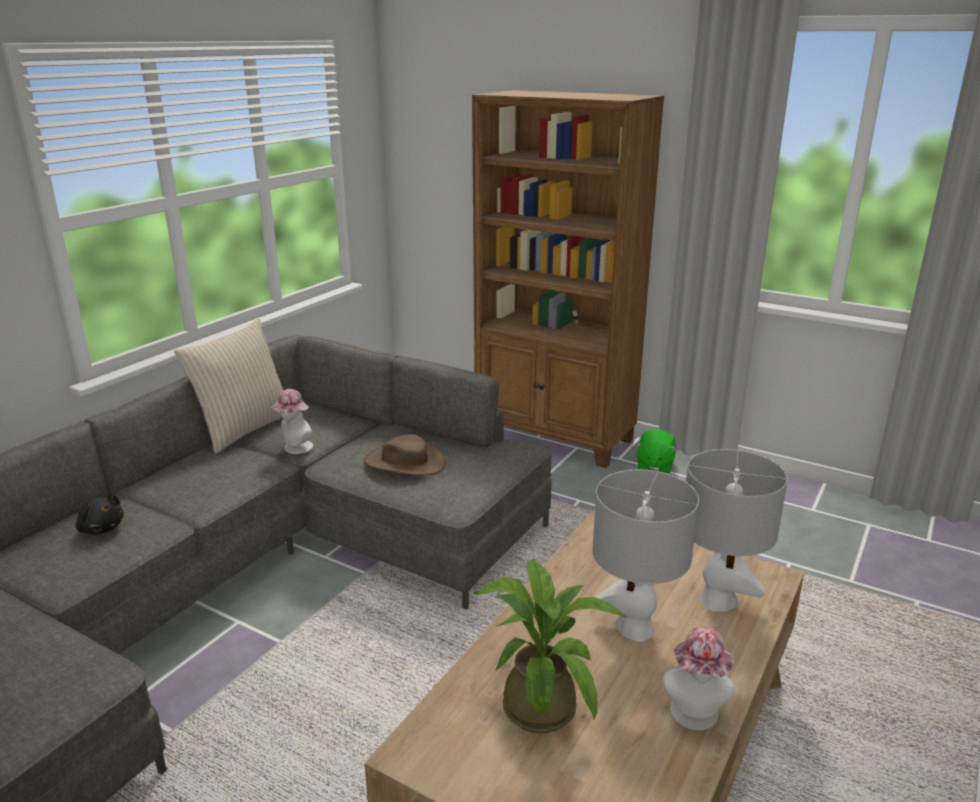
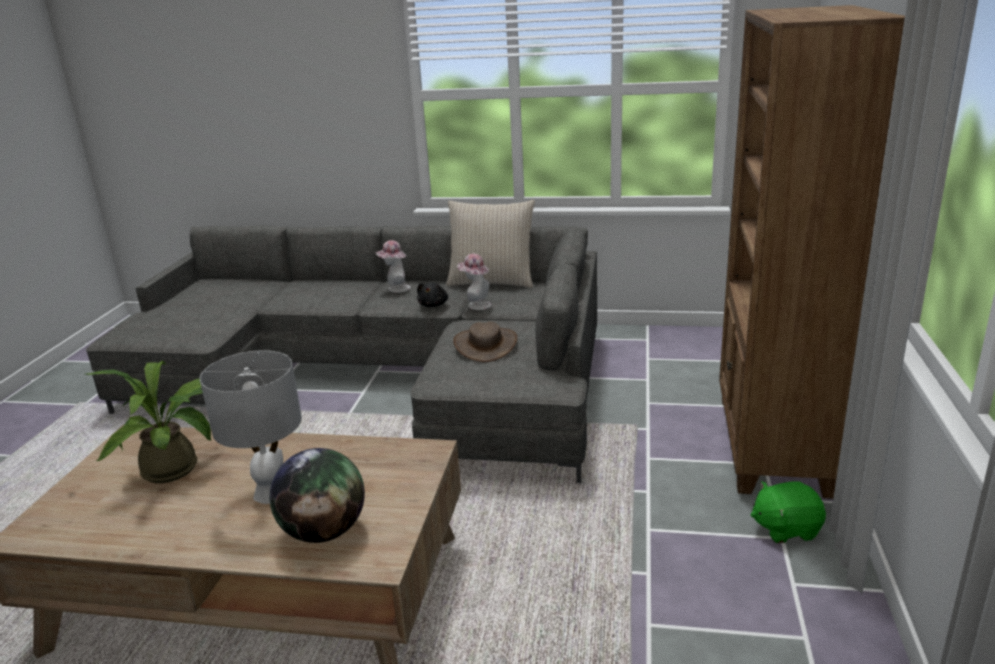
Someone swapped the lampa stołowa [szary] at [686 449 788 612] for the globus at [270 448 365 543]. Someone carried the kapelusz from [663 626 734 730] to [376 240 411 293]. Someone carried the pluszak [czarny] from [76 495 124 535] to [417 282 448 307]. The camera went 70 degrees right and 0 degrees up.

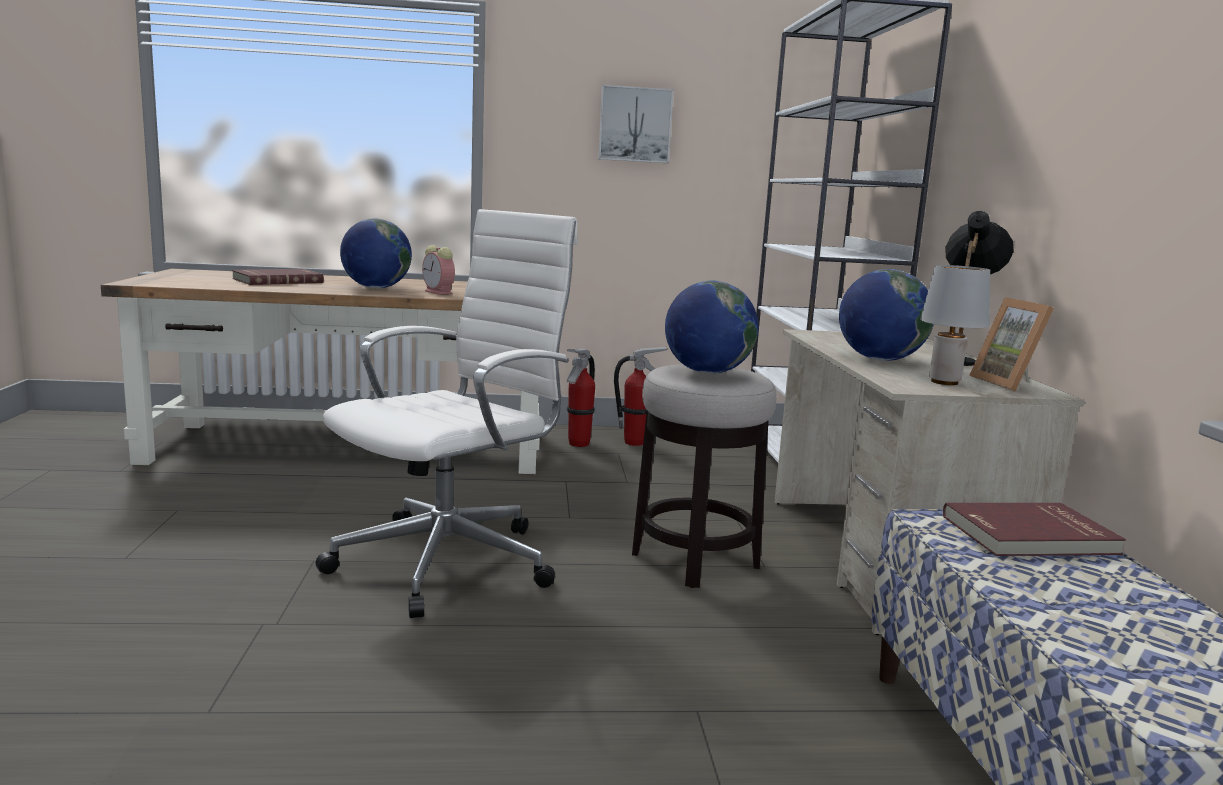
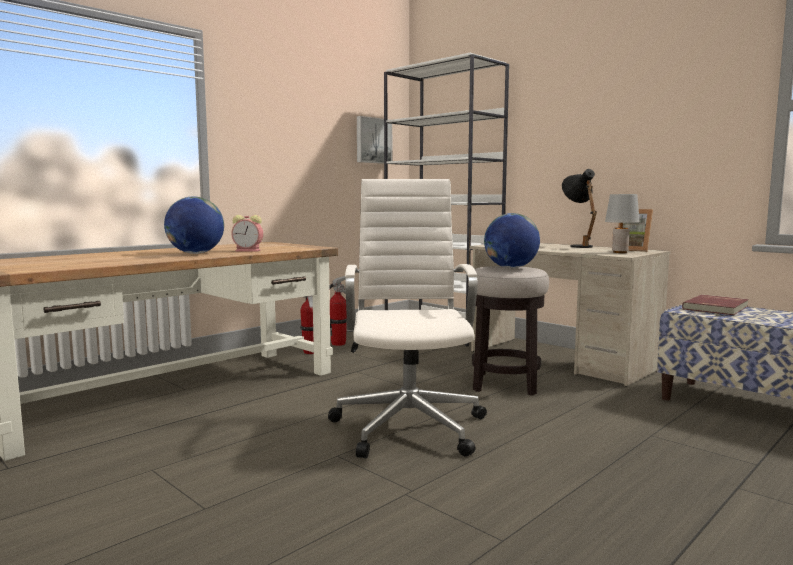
Someone carried the obraz from [598 85 674 163] to [357 116 392 164]. Someone took away the książka [czerwony] at [232 269 324 285]. Someone took away the globus at [839 269 934 361]. The camera went 40 degrees left and 5 degrees down.

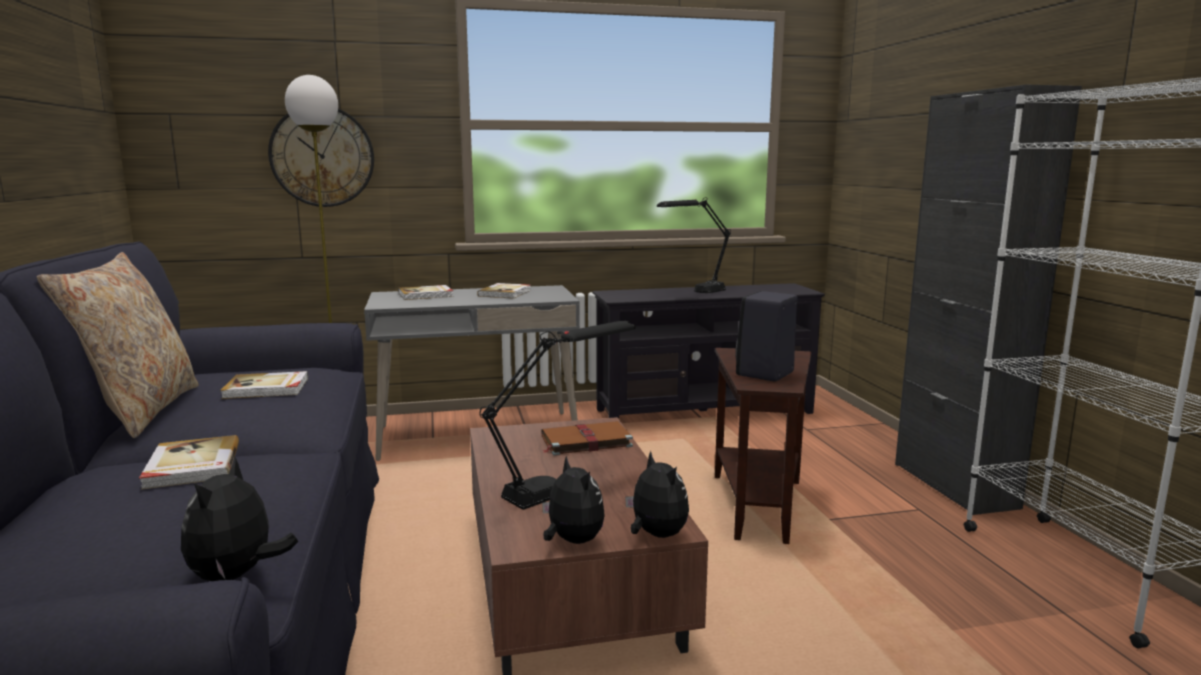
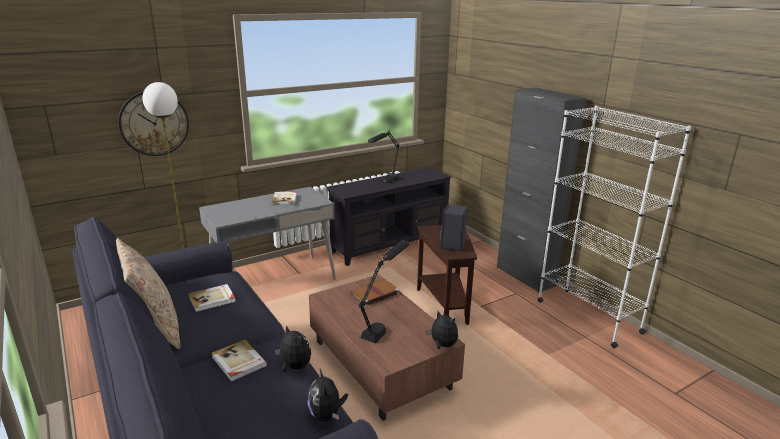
Someone carried the pluszak from [542 455 604 544] to [275 325 311 372]. Someone took away the książka at [398 285 454 300]. The camera went 20 degrees left and 10 degrees up.

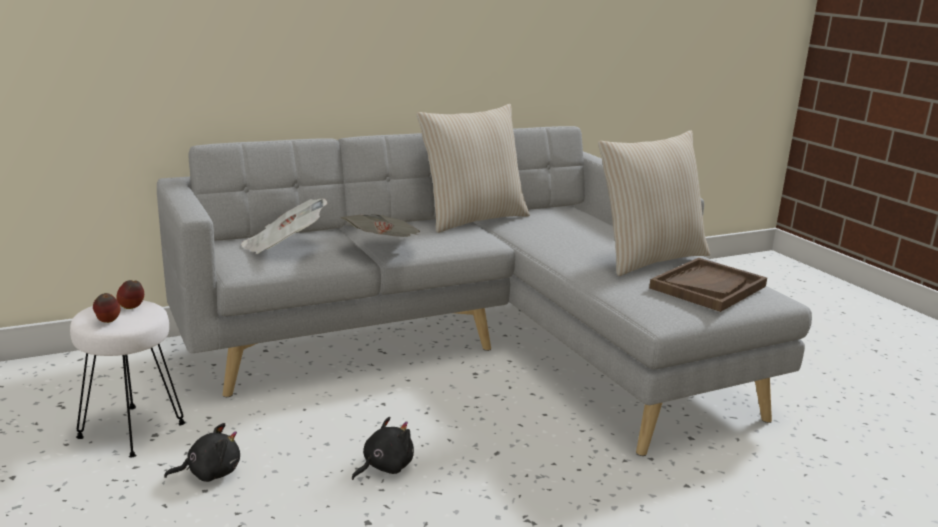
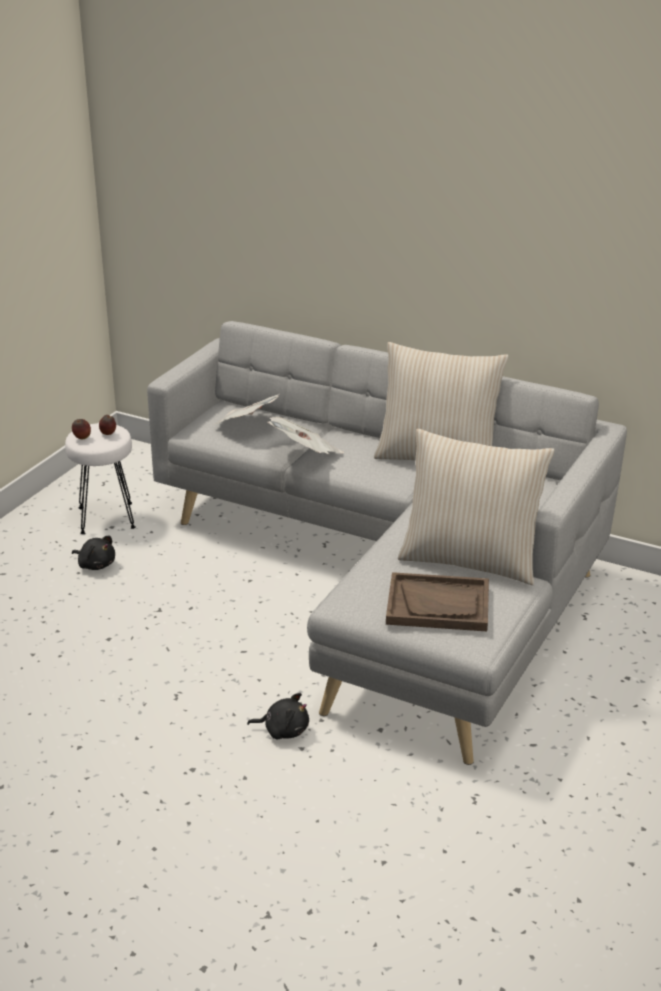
Someone carried the pluszak [czarny] from [352 417 414 480] to [247 693 309 740]. The camera went 55 degrees right and 10 degrees up.

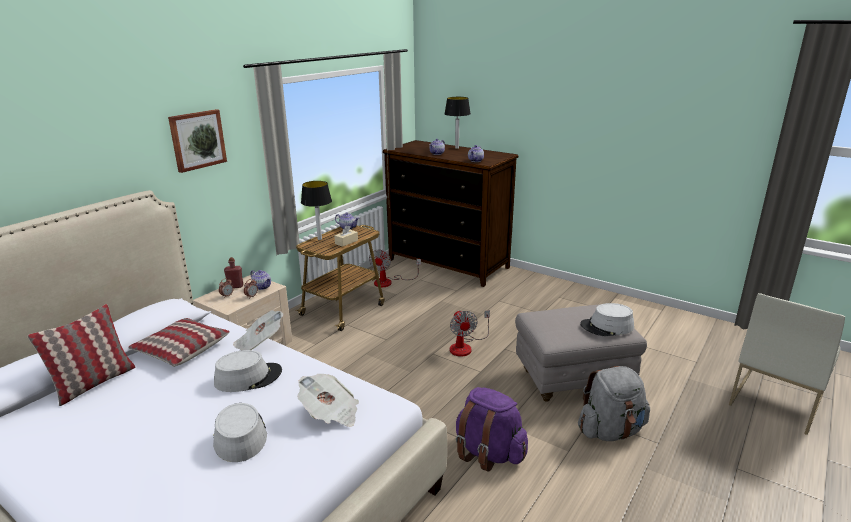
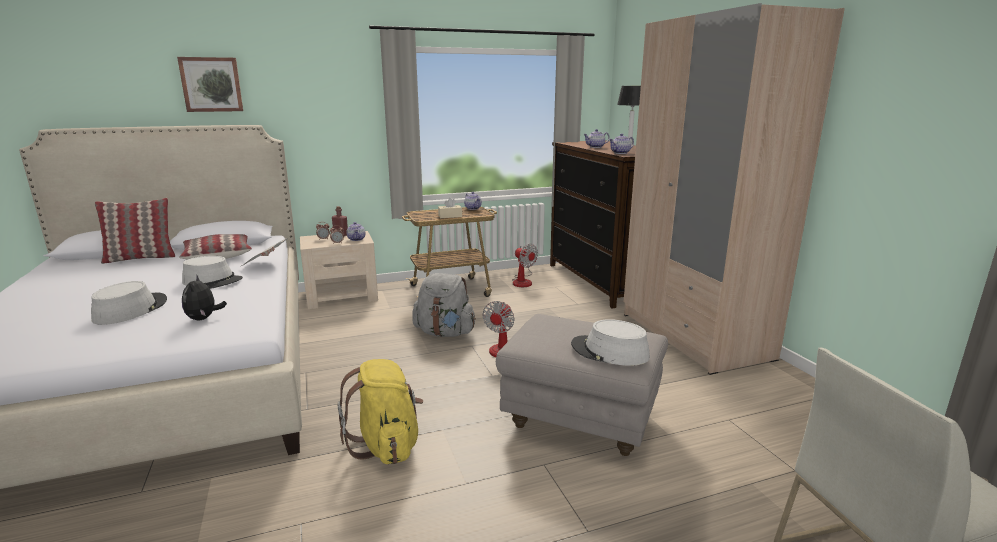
Someone carried the obraz from [168 109 227 173] to [177 57 243 112]. Someone swapped the gazeta at [297 374 359 427] for the pluszak at [182 274 227 320]. Someone repainted the plecak [fioletowy] at [456 387 528 472], which became the plecak [żółty] at [337 359 423 464]. Someone carried the plecak [szary] from [578 366 650 441] to [412 273 476 337]. Someone rotated the wentylator at [369 249 421 287] by 90 degrees counterclockwise. Someone put down the szafa [beżowy] at [624 3 845 375]. Someone took away the lampa stołowa at [301 181 332 240]. The camera went 35 degrees right and 5 degrees down.

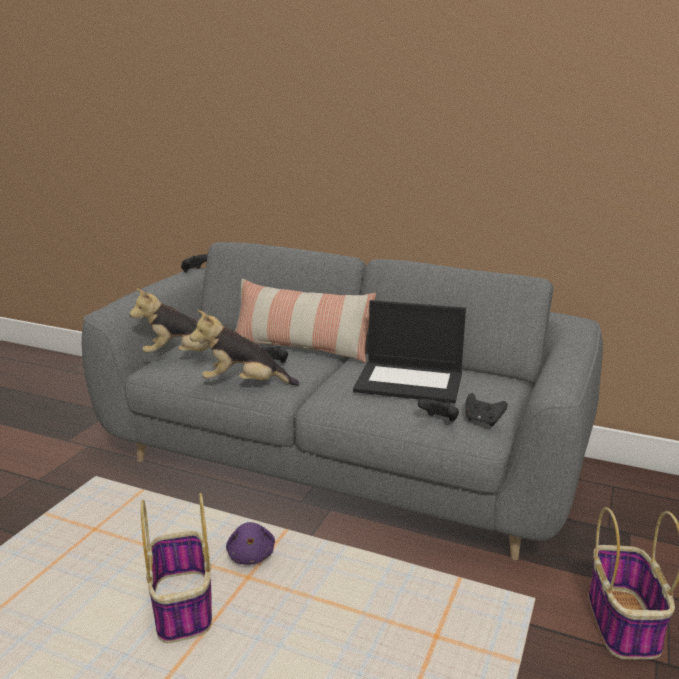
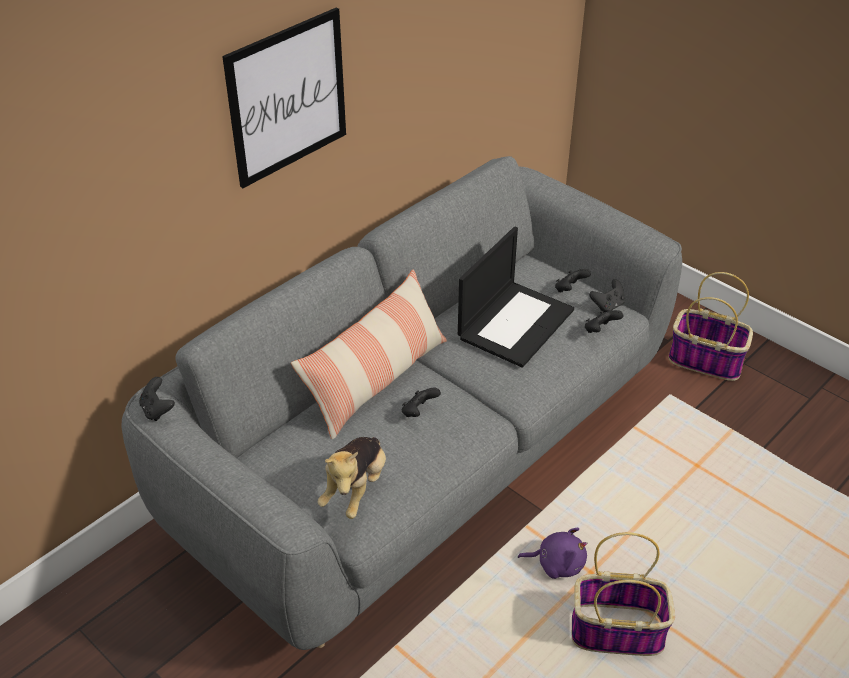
Someone put up the obraz at [222 7 346 188]. Someone put down the pad do gier [czarny] at [555 269 591 292]. Someone took away the pluszak at [190 310 300 386]. The camera went 70 degrees left and 20 degrees up.

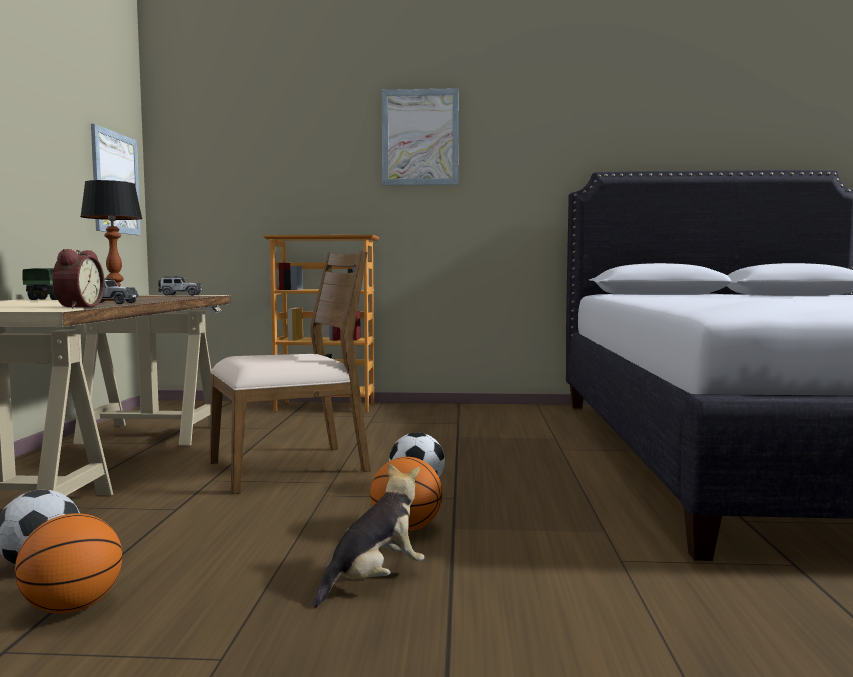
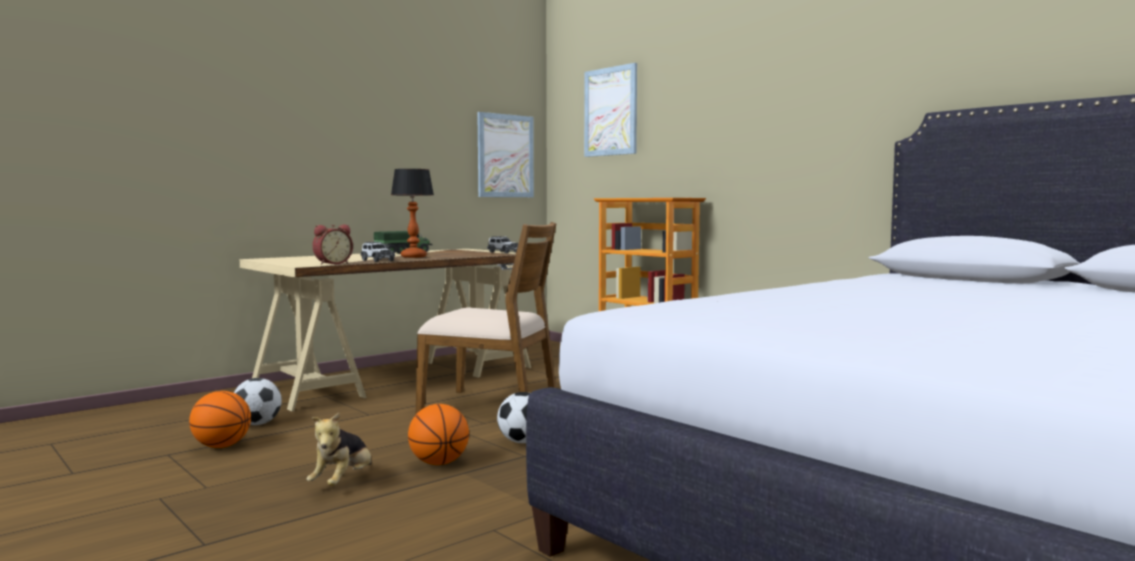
Someone rotated the pluszak at [314 463 424 608] by 105 degrees clockwise. Someone carried the obraz from [382 88 459 185] to [584 63 637 157]. The camera went 45 degrees right and 0 degrees up.

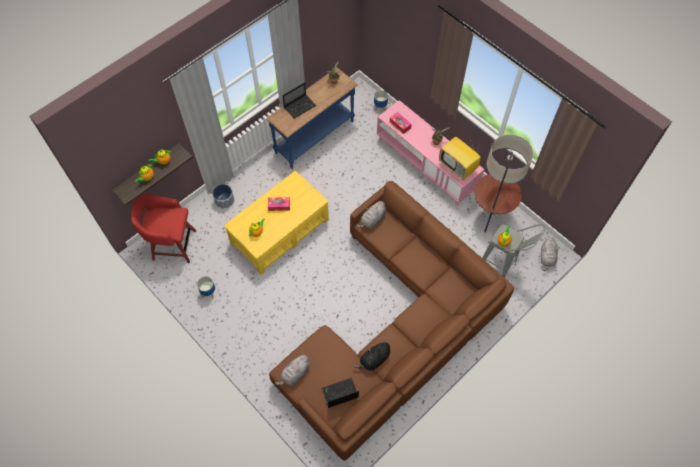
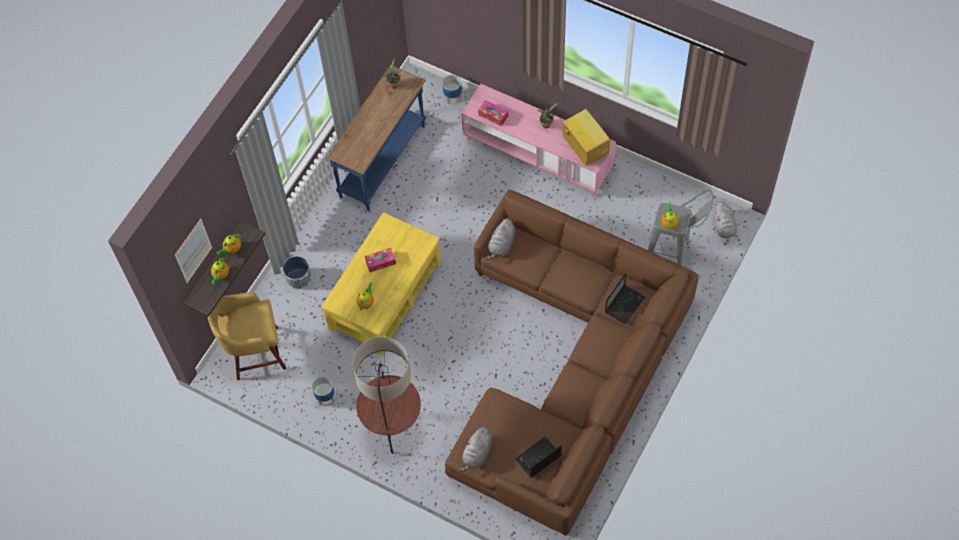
Someone put up the obraz at [175 218 213 283]. Someone repainted the stołek [czerwony] at [131 193 196 263], which became the stołek [żółty] at [208 292 286 381]. Someone carried the lampa stojąca from [474 134 533 232] to [353 337 421 454]. Someone rotated the telewizor at [439 136 481 180] by 150 degrees counterclockwise. Someone carried the laptop from [282 82 316 119] to [605 273 645 324]. Someone took away the pluszak [czarny] at [354 340 390 371]. The camera went 15 degrees left and 0 degrees up.

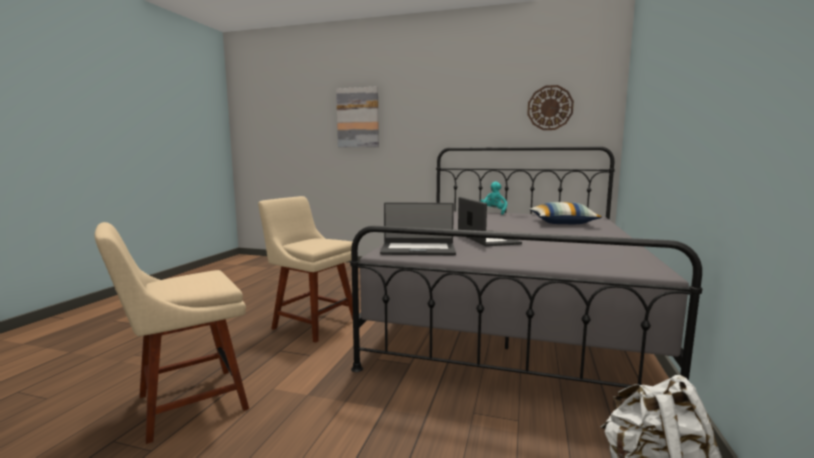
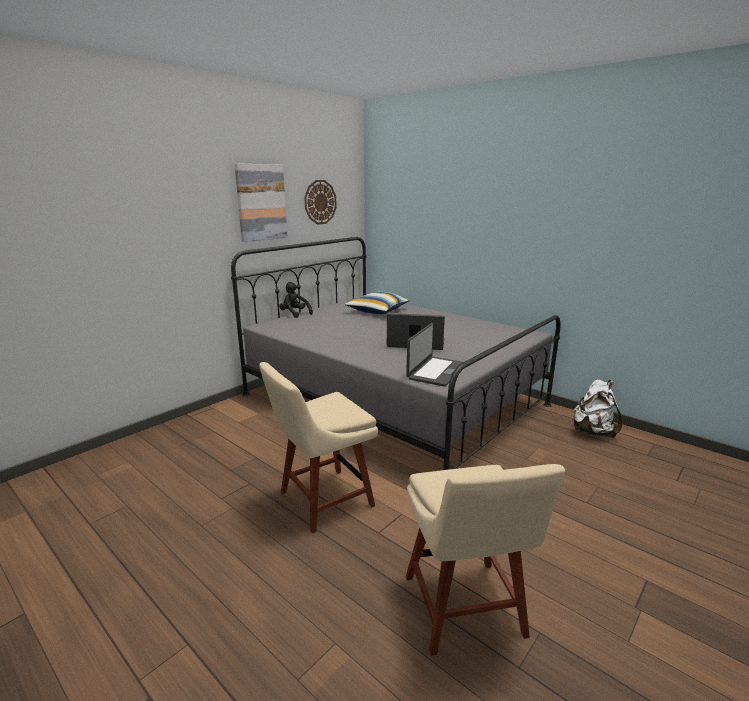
Someone carried the obraz from [336 86 379 147] to [235 163 288 242]. Someone repainted the pluszak [turkusowy] at [480 182 507 215], which became the pluszak [czarny] at [279 282 313 318]. The camera went 65 degrees left and 10 degrees up.

